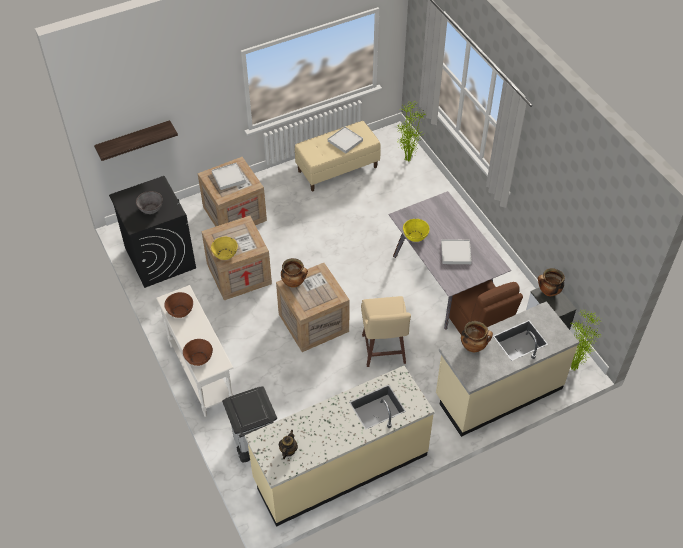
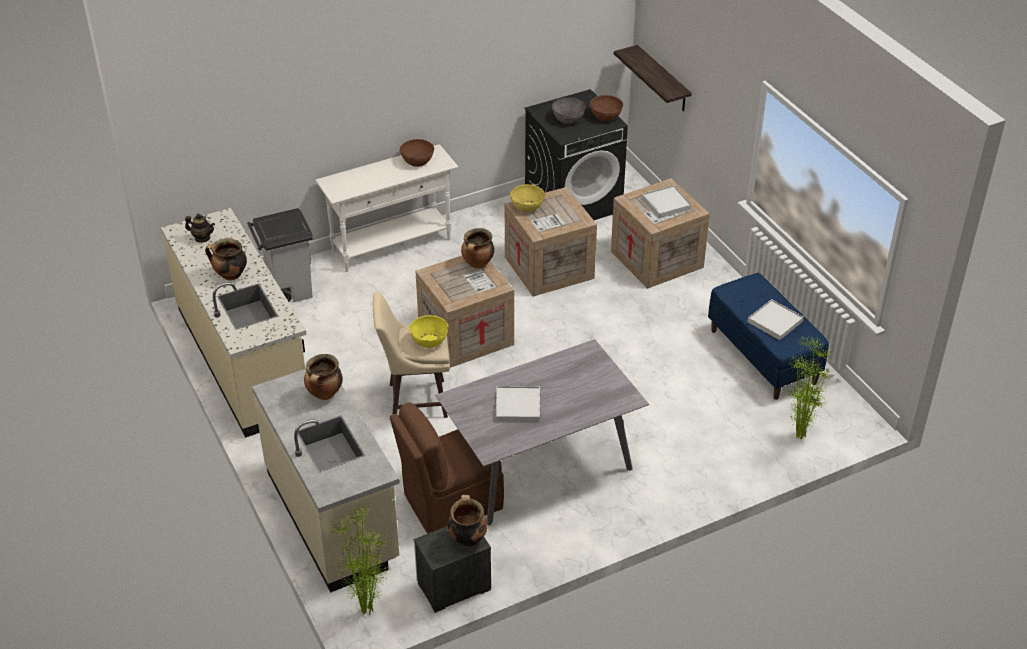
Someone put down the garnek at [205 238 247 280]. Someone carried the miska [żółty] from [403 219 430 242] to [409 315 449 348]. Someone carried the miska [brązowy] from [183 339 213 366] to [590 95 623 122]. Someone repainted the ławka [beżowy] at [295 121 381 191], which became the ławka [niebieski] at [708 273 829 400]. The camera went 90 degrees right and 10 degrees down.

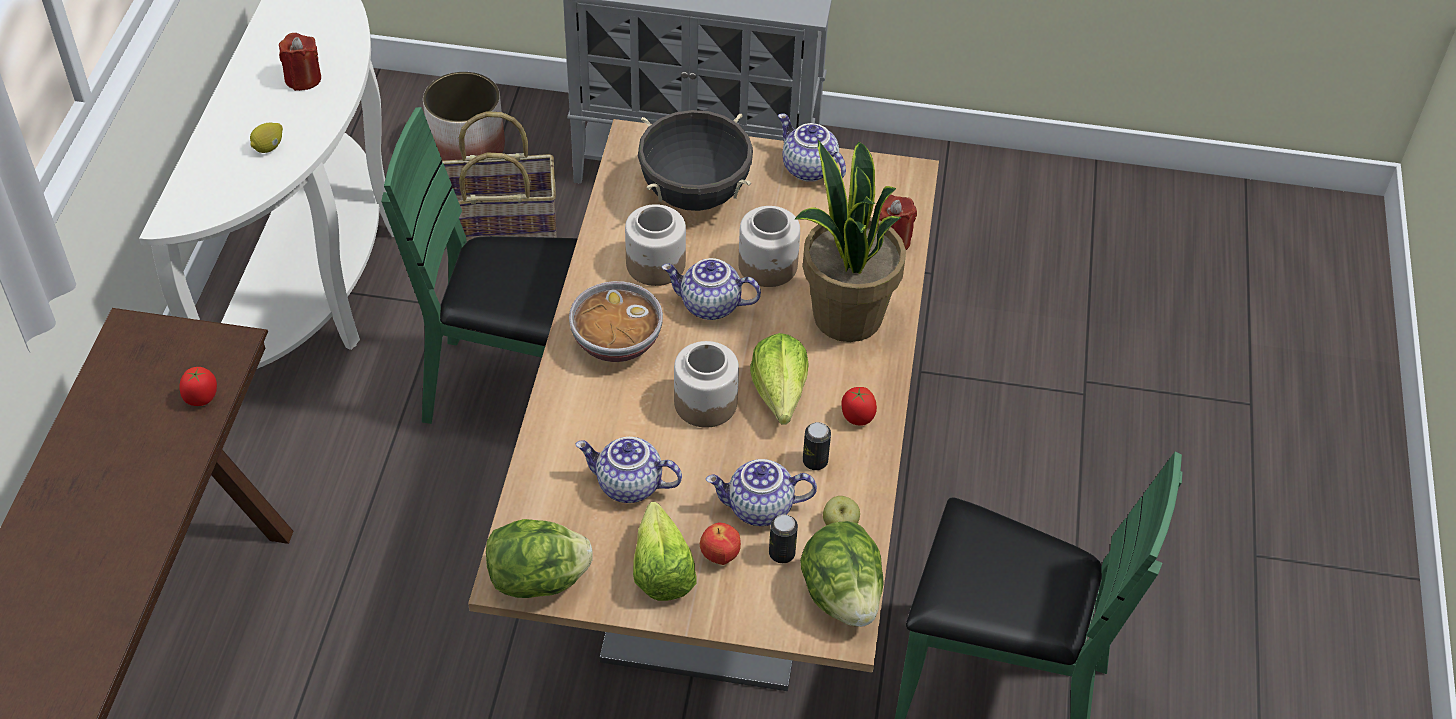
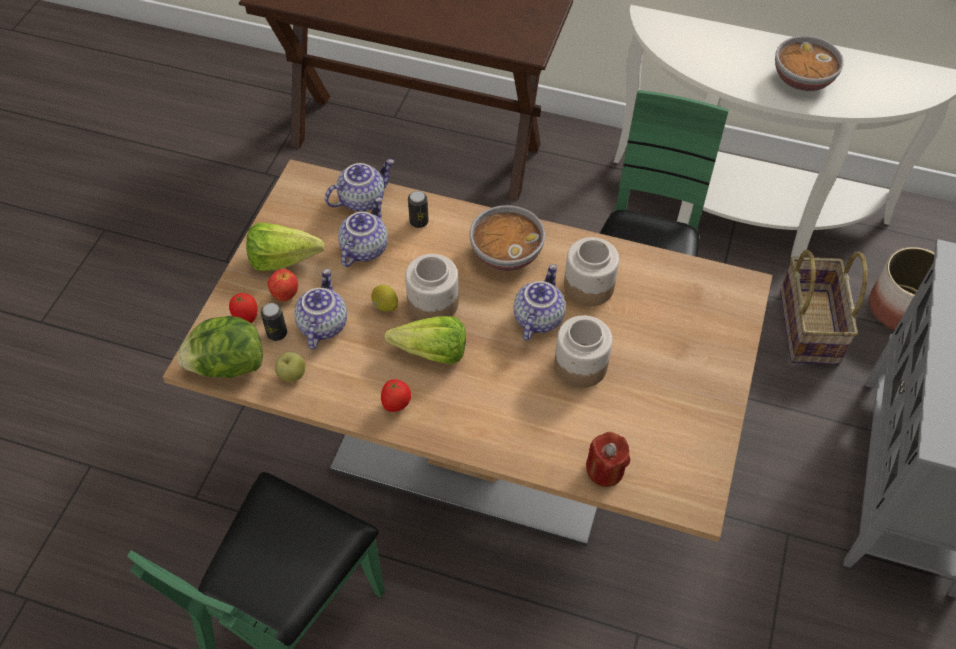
Someone carried the pomidor from [179 367 217 406] to [229 293 258 323]. Someone carried the imbryk from [778 113 846 182] to [325 159 394 212]. Someone carried the cytryna from [250 123 283 153] to [371 285 398 312]. Someone carried the puszka from [803 422 831 470] to [408 191 429 228]. Someone swapped the świeca [czerwony] at [279 33 321 91] for the miska at [775 36 844 92]. Someone took away the sałata at [486 519 593 598]. Someone took away the garnek [czarny] at [638 110 753 211]. Someone took away the roślina doniczkowa at [794 140 906 342]. The camera went 100 degrees right and 5 degrees up.

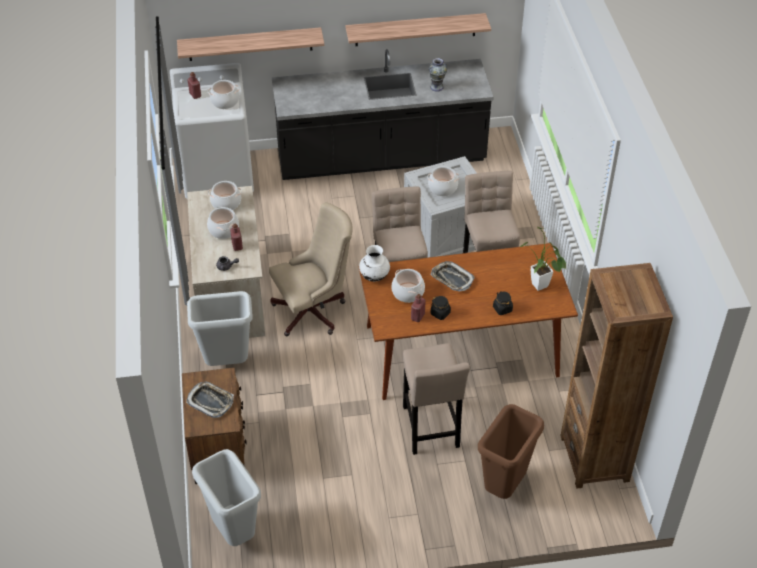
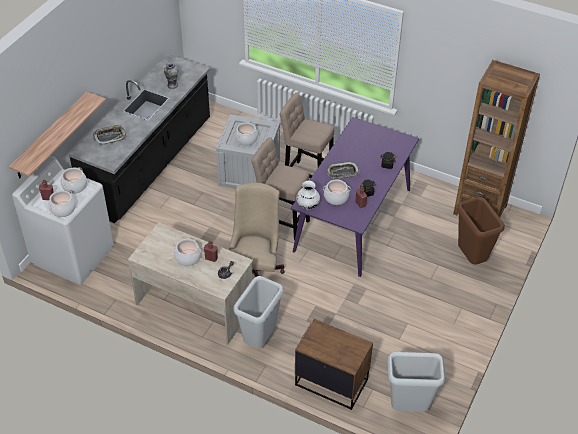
Someone carried the garnek from [208 181 242 210] to [48 190 76 217]. Someone carried the taca from [186 382 234 418] to [93 125 126 145]. Someone repainted the stół jadalny [brązowy] at [359 243 578 400], which became the stół jadalny [fioletowy] at [291 117 419 277]. Someone took away the półka at [345 13 491 46]. Someone took away the stołek [beżowy] at [403 343 470 455]. Someone took away the roślina doniczkowa at [520 227 566 291]. The camera went 55 degrees left and 0 degrees up.

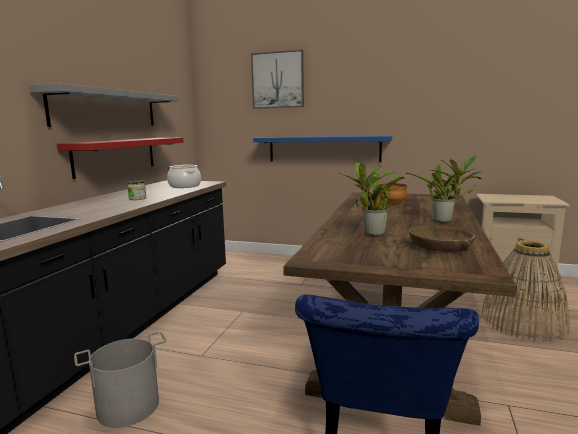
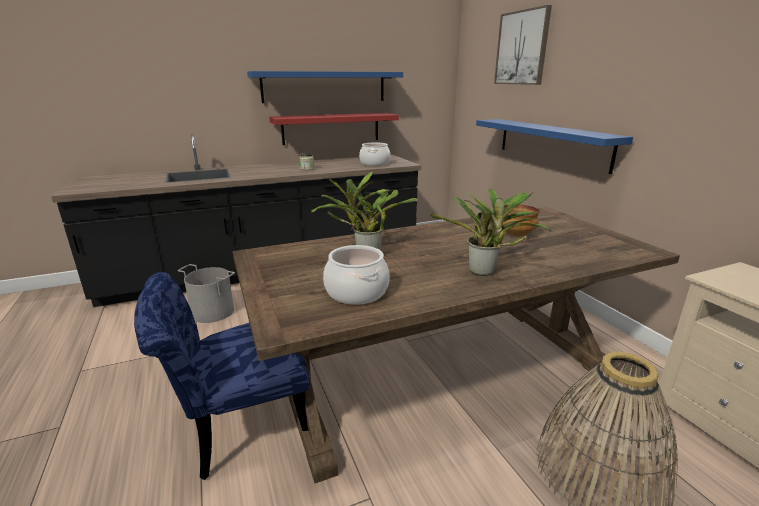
Someone repainted the półka [szary] at [29 83 180 127], which became the półka [niebieski] at [247 71 403 103]. Someone swapped the miska [brązowy] at [409 226 475 253] for the garnek at [323 245 390 305]. The camera went 50 degrees right and 10 degrees up.

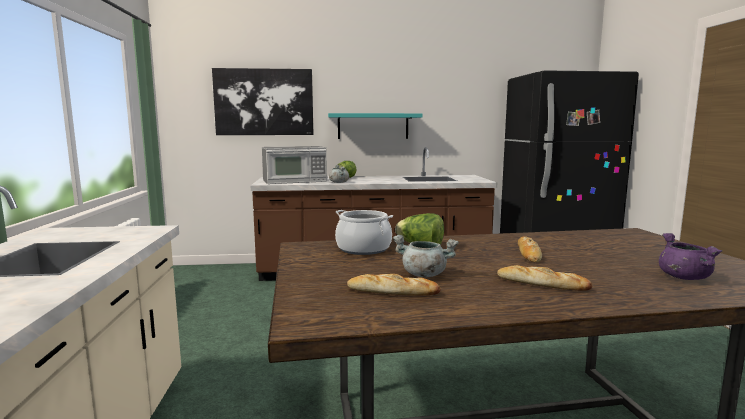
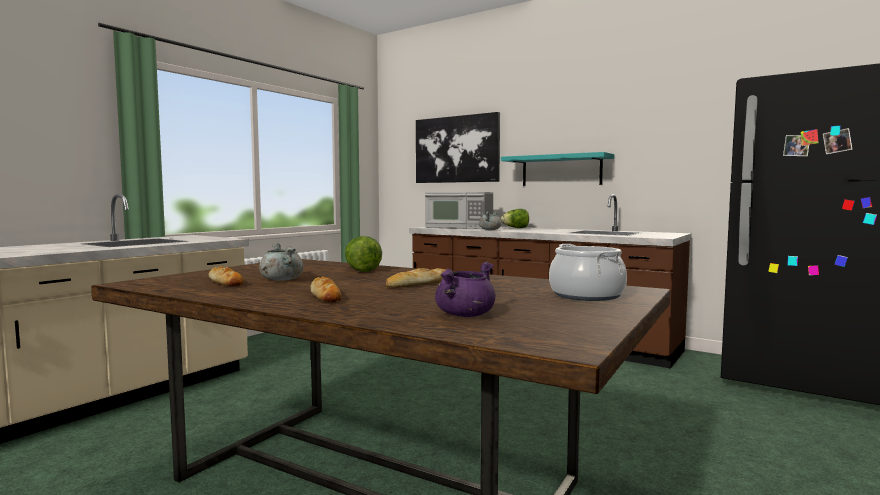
Someone carried the garnek from [335 210 393 255] to [549 244 627 301]. The camera went 40 degrees right and 5 degrees down.

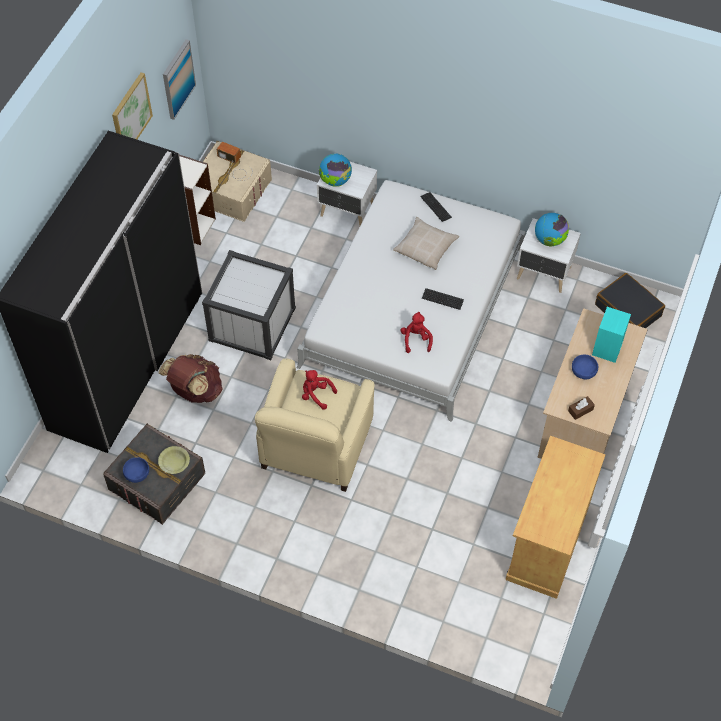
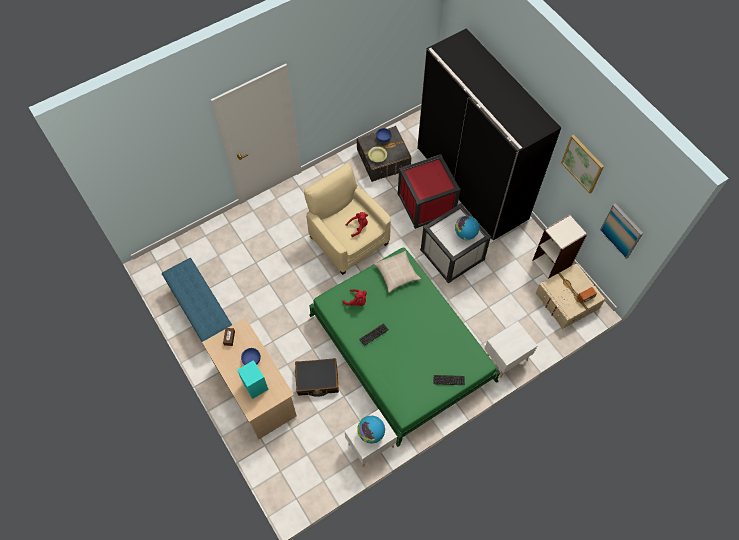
Someone swapped the szafka [beżowy] at [505 436 606 599] for the ławka [niebieski] at [162 258 232 342]. Someone carried the walizka [czarny] from [595 273 665 328] to [295 358 339 397]. Someone repainted the łóżko [biały] at [296 180 526 422], which became the łóżko [zielony] at [309 247 500 447]. Someone carried the poduszka [beżowy] from [393 217 459 270] to [374 251 421 293]. Someone swapped the plecak [brązowy] at [159 354 223 403] for the pojemnik do przechowywania [czerwony] at [397 154 461 229]. Someone carried the globus from [319 154 352 187] to [455 216 479 241]. The camera went 125 degrees right and 5 degrees up.

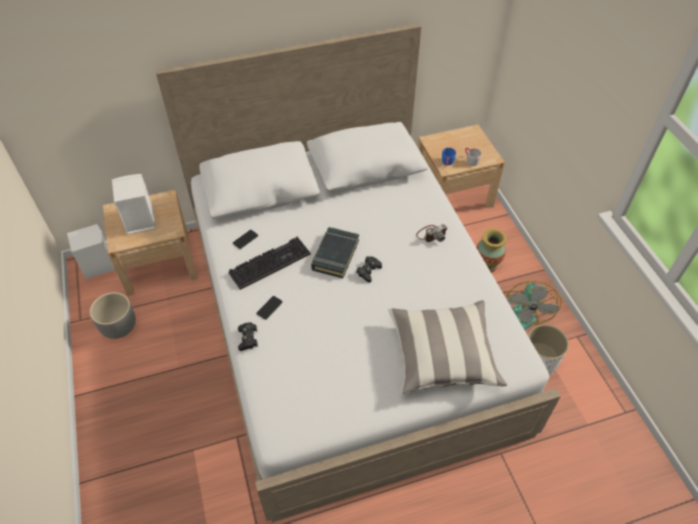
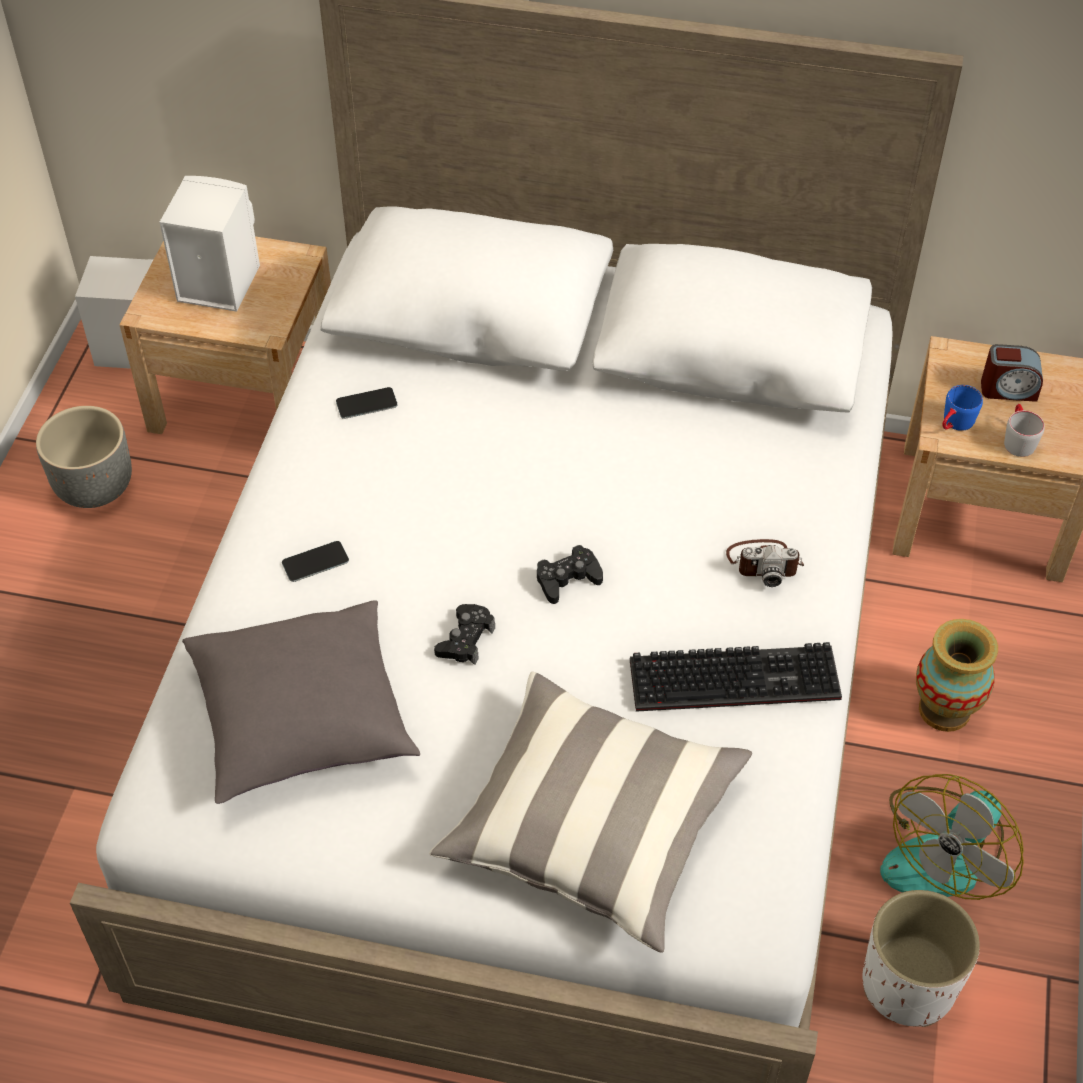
Someone put down the poduszka [szary] at [182 600 420 804]. Someone carried the pad do gier [czarny] from [238 322 258 351] to [434 604 495 665]. Someone carried the klawiatura from [228 237 311 290] to [630 642 842 712]. Someone put down the budzik at [981 344 1043 402]. Someone took away the książka [czarny] at [311 227 359 278]. The camera went 30 degrees right and 0 degrees up.

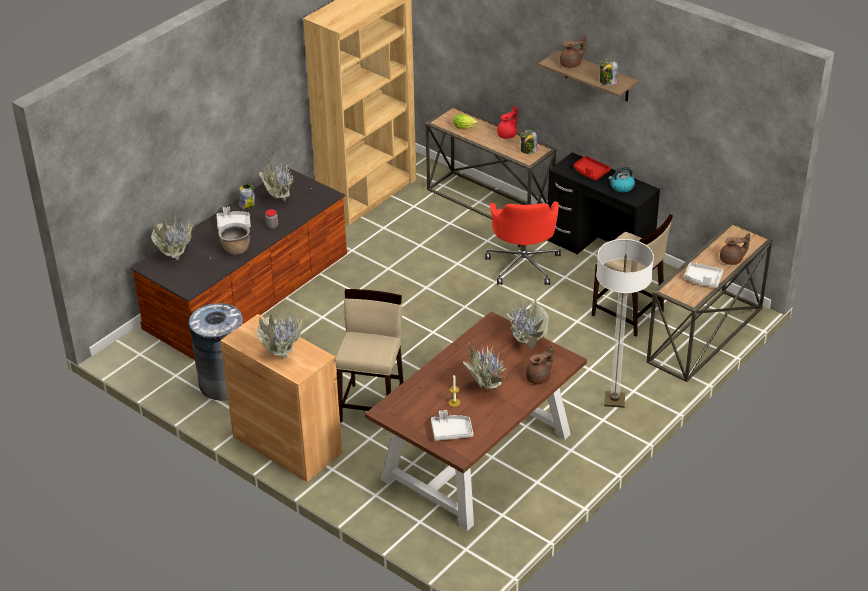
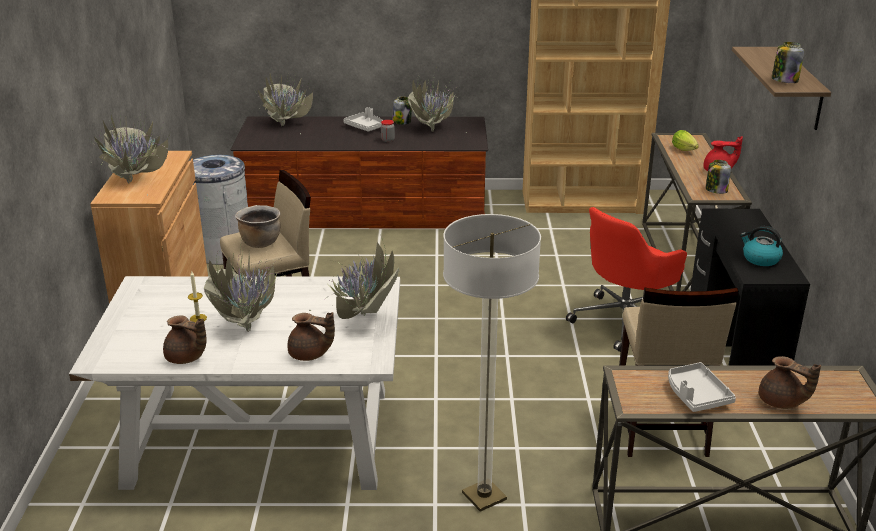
Someone repainted the stół jadalny [brązowy] at [365 312 587 531], which became the stół jadalny [biały] at [69 276 400 490]. Someone carried the imbryk [brązowy] from [560 35 586 68] to [163 316 207 364]. Someone carried the garnek [brązowy] from [218 223 250 255] to [235 205 281 248]. Someone took away the taca [szary] at [431 410 473 441]. Someone took away the taca [czerwony] at [574 156 611 181]. The camera went 50 degrees right and 10 degrees down.

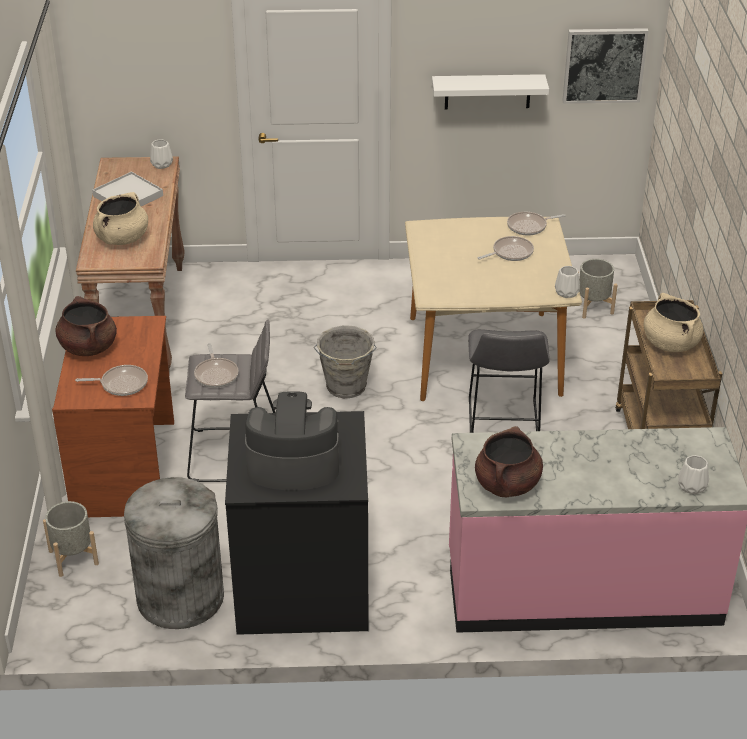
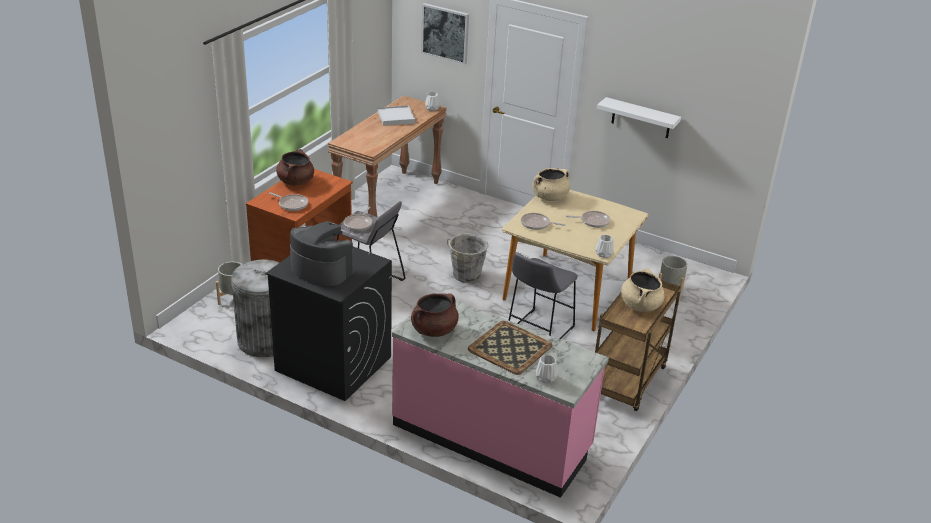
Someone carried the obraz from [562 28 649 104] to [421 3 469 65]. Someone put down the taca at [468 321 552 375]. Someone carried the patelnia from [507 212 566 236] to [521 213 566 230]. Someone carried the garnek [beżowy] from [93 192 148 245] to [532 168 570 201]. The camera went 30 degrees right and 5 degrees down.

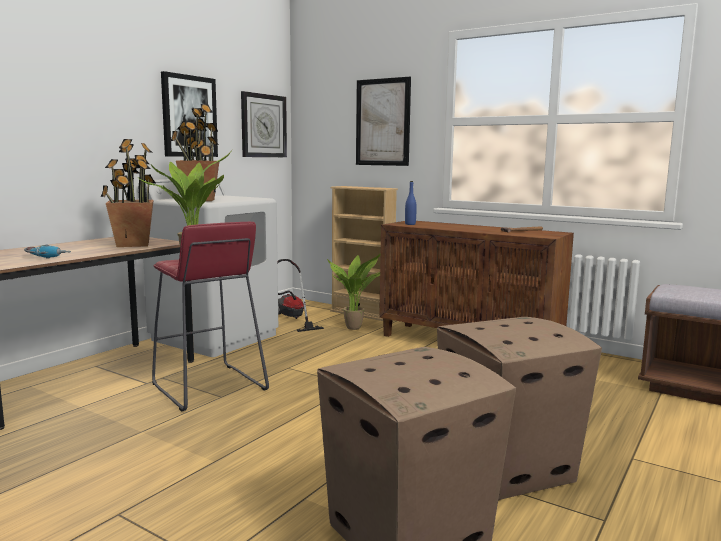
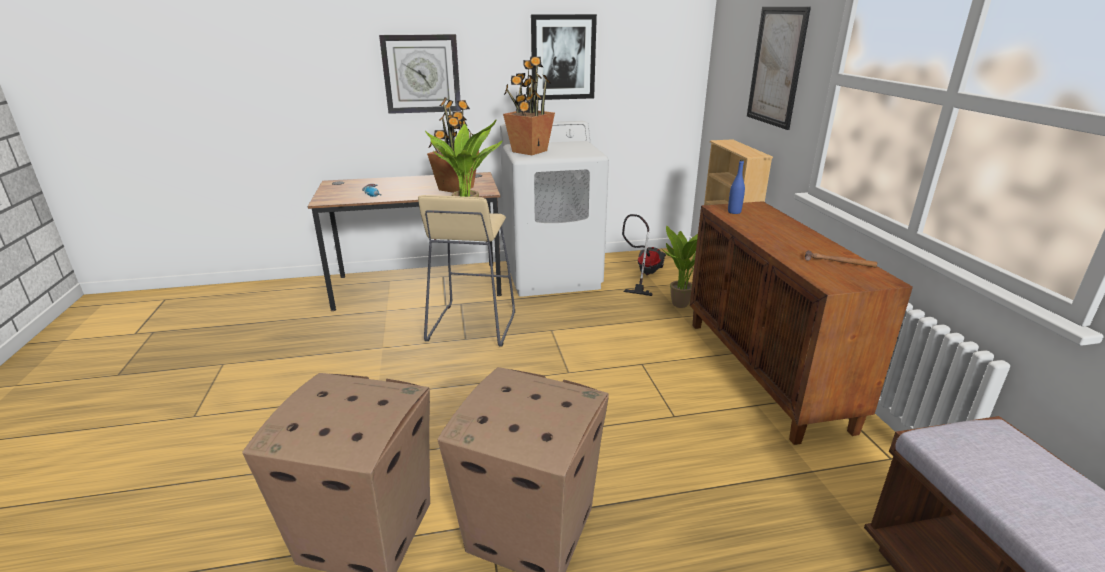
Someone carried the zegar ścienny from [241 91 287 157] to [379 34 461 114]. Someone repainted the stołek [czerwony] at [152 222 269 411], which became the stołek [beżowy] at [418 195 515 346]. The camera went 45 degrees right and 15 degrees up.

